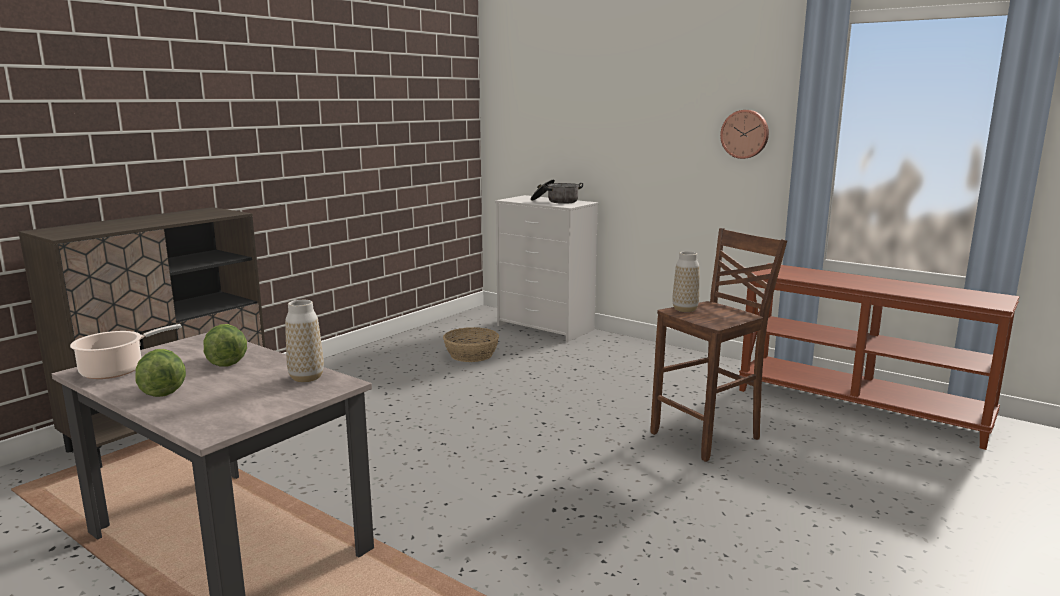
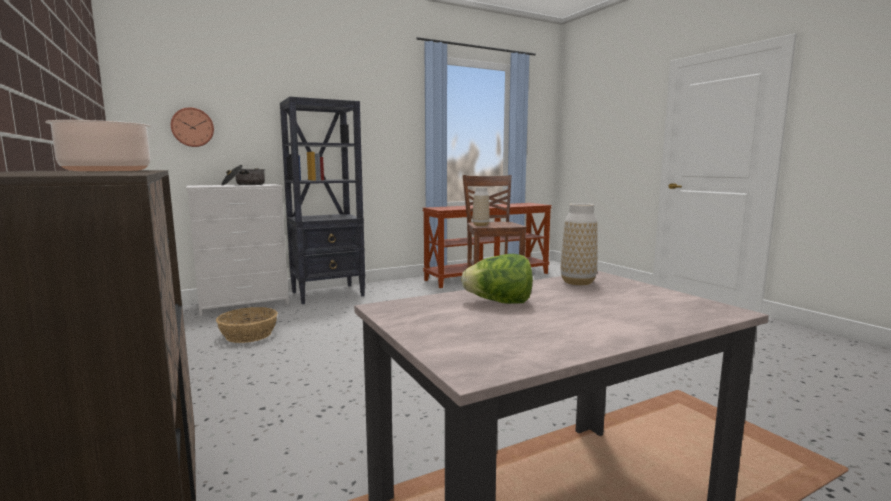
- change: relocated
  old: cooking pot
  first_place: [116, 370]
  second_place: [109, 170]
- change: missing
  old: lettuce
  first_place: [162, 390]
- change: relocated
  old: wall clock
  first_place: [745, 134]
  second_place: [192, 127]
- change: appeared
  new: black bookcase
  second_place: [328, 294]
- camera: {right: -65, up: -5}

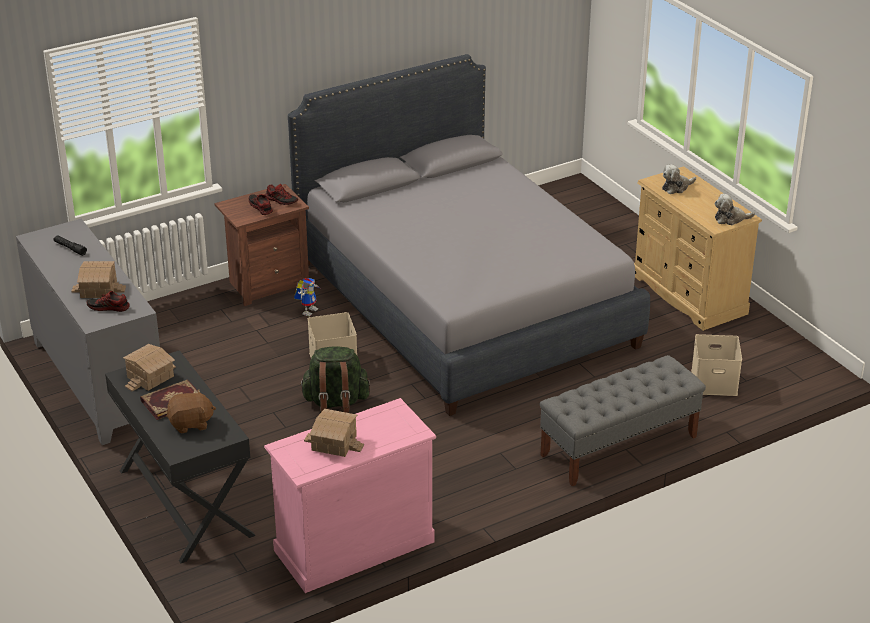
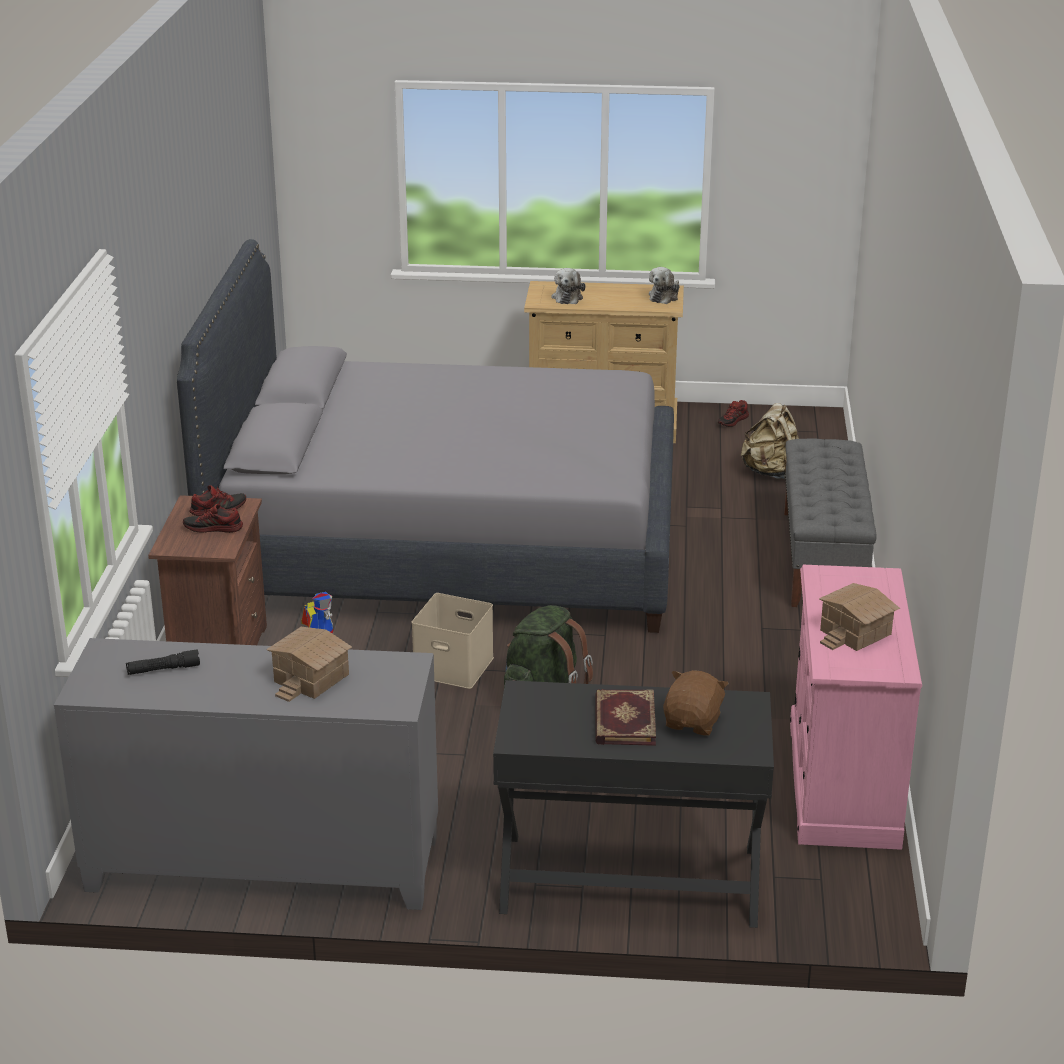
- change: relocated
  old: shoe
  first_place: [108, 308]
  second_place: [733, 421]
- change: missing
  old: toy house
  first_place: [150, 376]
- change: exchanged
  old: beige storage box
  new: beige backpack
  first_place: [713, 383]
  second_place: [770, 472]
- camera: {right: -55, up: -5}

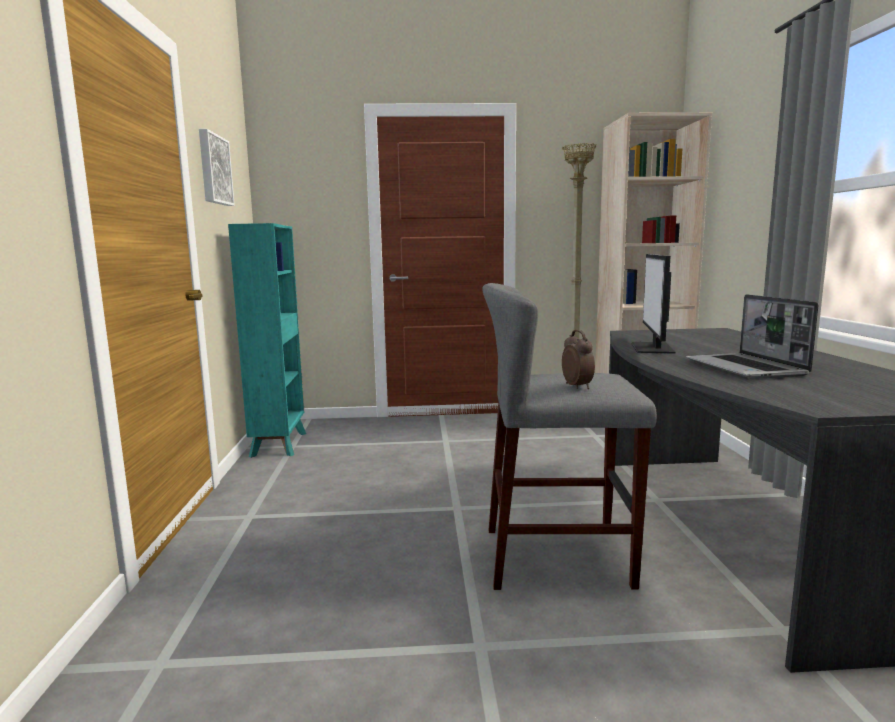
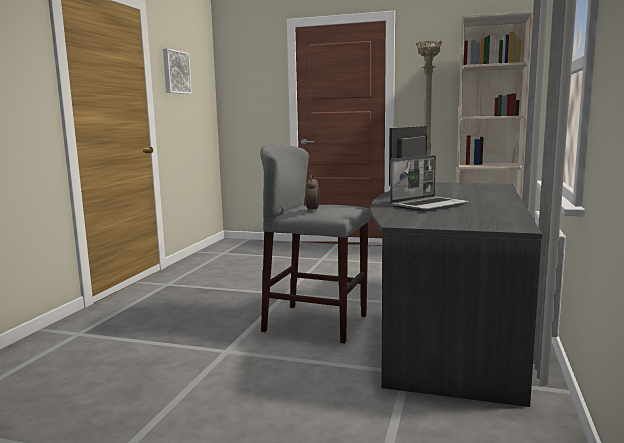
- change: missing
  old: turquoise bookcase
  first_place: [279, 444]
- change: spun
  old: laptop
  first_place: [746, 368]
  second_place: [429, 205]
  degrees: -135
- camera: {right: 20, up: 0}

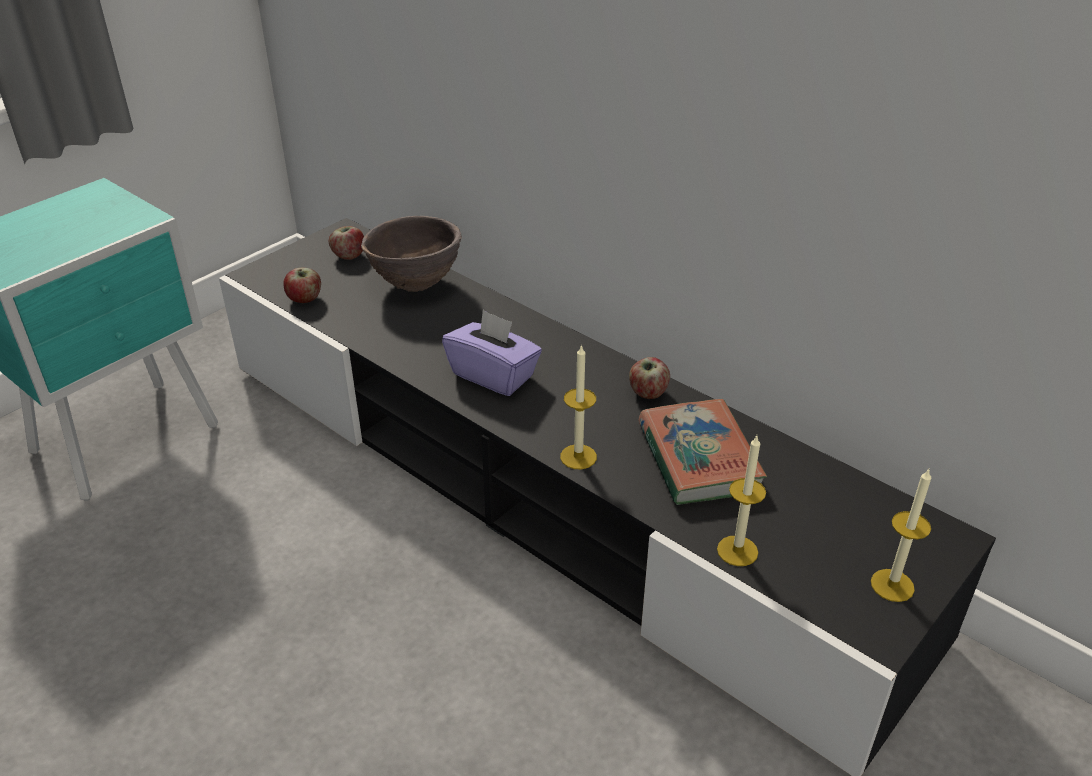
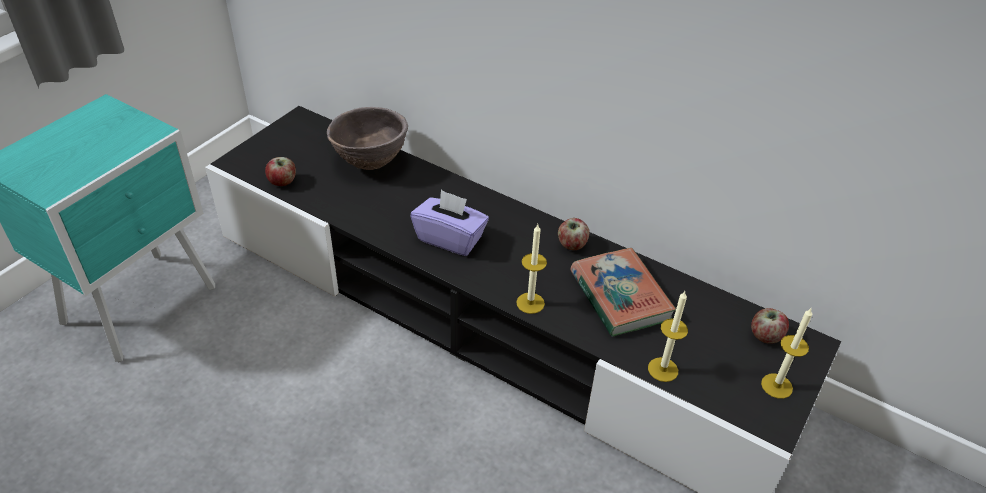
- change: relocated
  old: apple
  first_place: [349, 255]
  second_place: [765, 336]
- camera: {right: -10, up: 5}

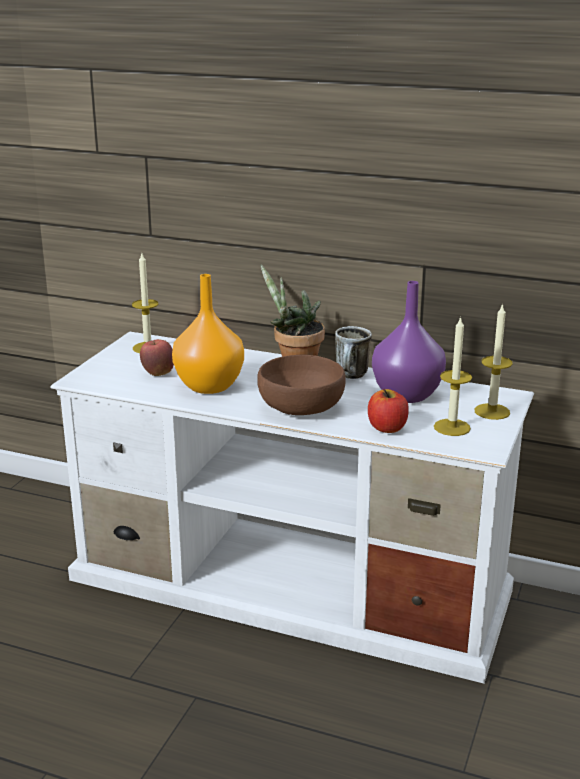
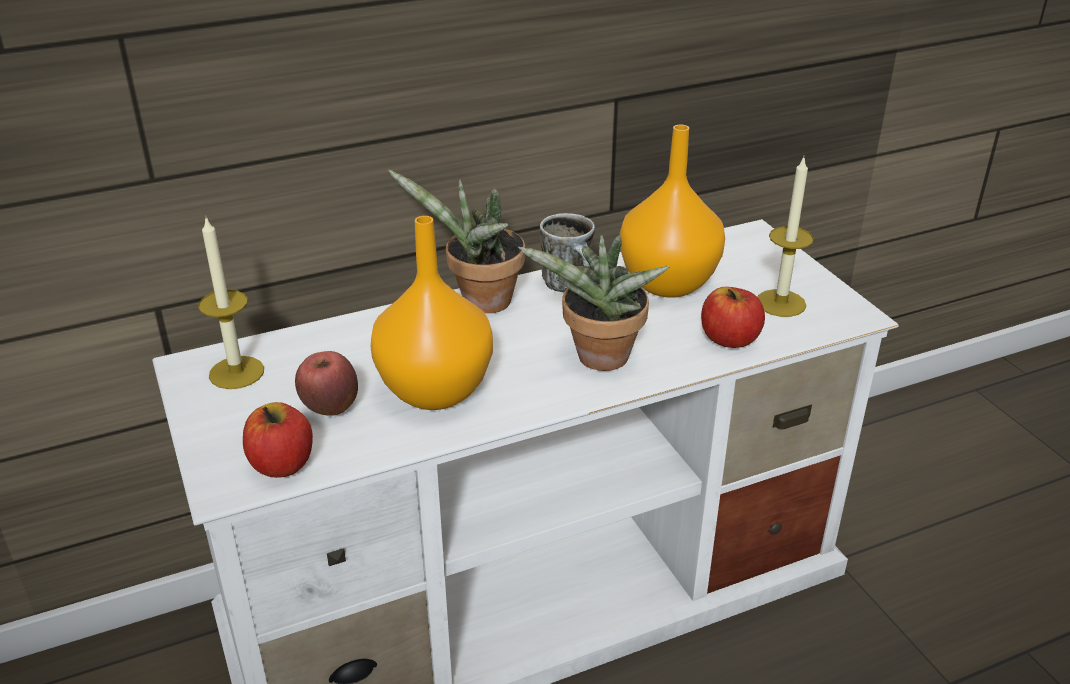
- change: exchanged
  old: brown bowl
  new: potted plant
  first_place: [302, 407]
  second_place: [599, 361]
- change: colour
  old: purple vase
  new: orange vase
  first_place: [405, 394]
  second_place: [665, 283]
- change: missing
  old: candle
  first_place: [492, 411]
- change: appeared
  new: apple
  second_place: [282, 464]
- camera: {right: -45, up: 10}

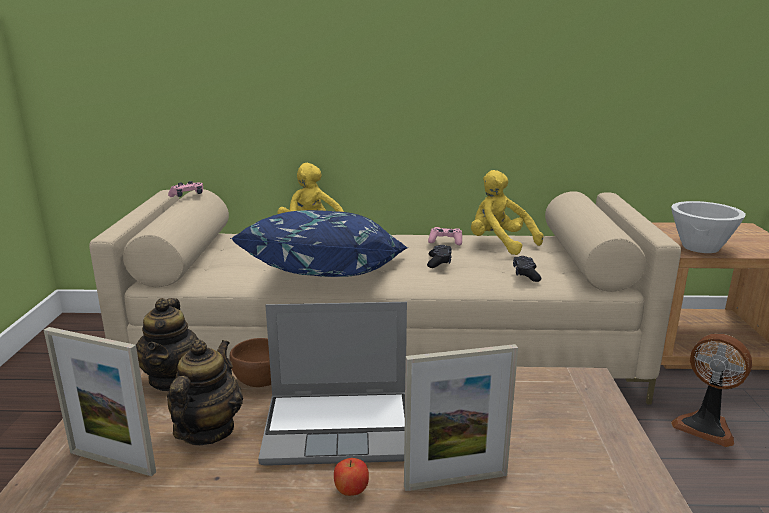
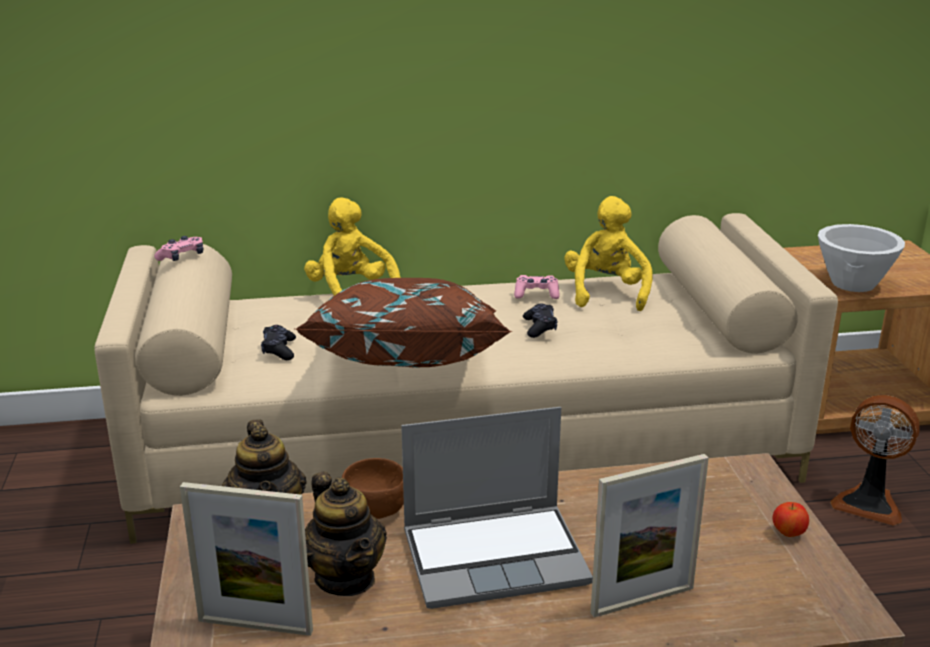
- change: spun
  old: teapot
  first_place: [207, 431]
  second_place: [346, 578]
  degrees: 150
- change: colour
  old: blue pillow
  new: brown pillow
  first_place: [330, 275]
  second_place: [407, 358]
- change: relocated
  old: apple
  first_place: [351, 491]
  second_place: [788, 533]
- change: spun
  old: yellow plush toy
  first_place: [499, 244]
  second_place: [606, 292]
  degrees: 60
- change: relocated
  old: black game controller
  first_place: [526, 274]
  second_place: [279, 350]
- camera: {right: -10, up: 5}

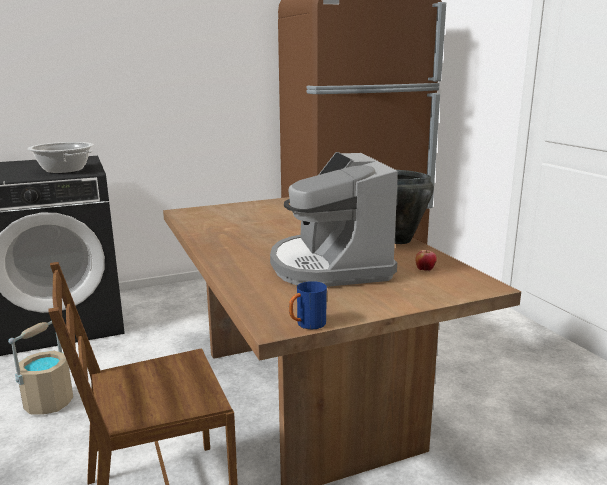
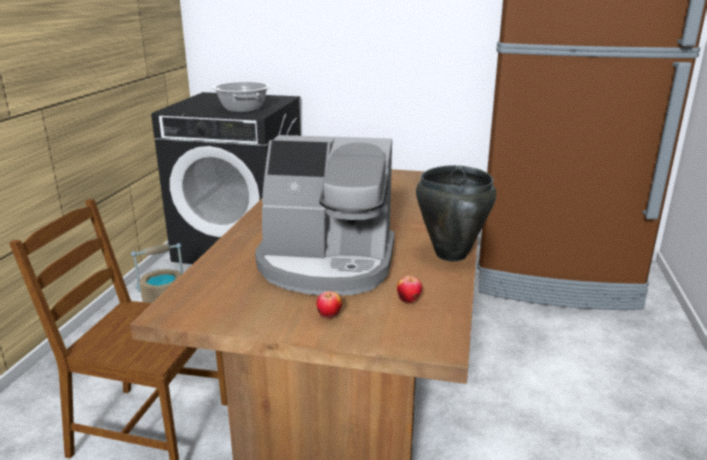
- change: spun
  old: coffee machine
  first_place: [330, 265]
  second_place: [327, 264]
  degrees: -105
- change: missing
  old: blue mug
  first_place: [306, 325]
- change: appeared
  new: apple
  second_place: [329, 317]
- camera: {right: 35, up: 5}

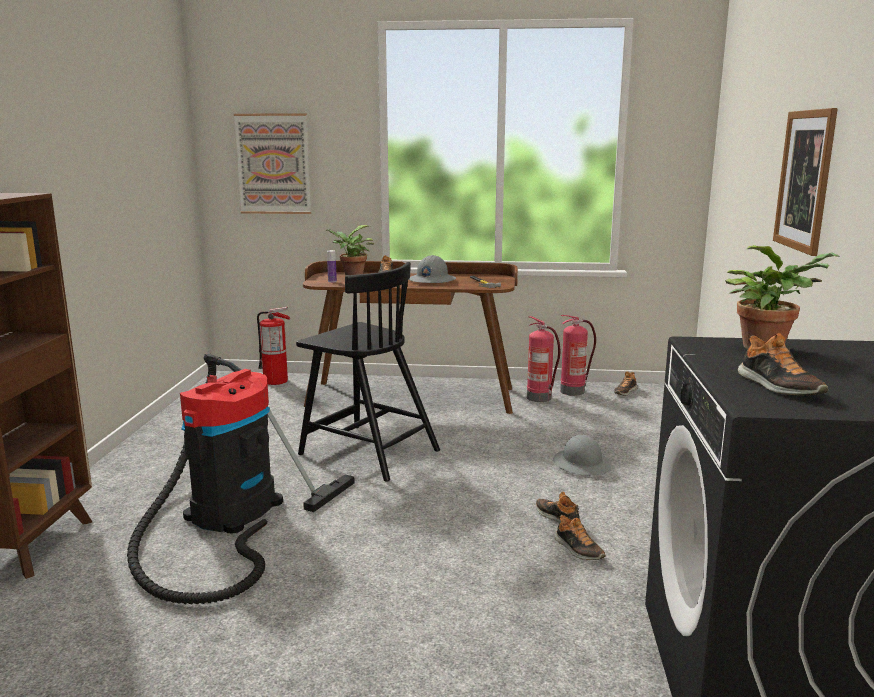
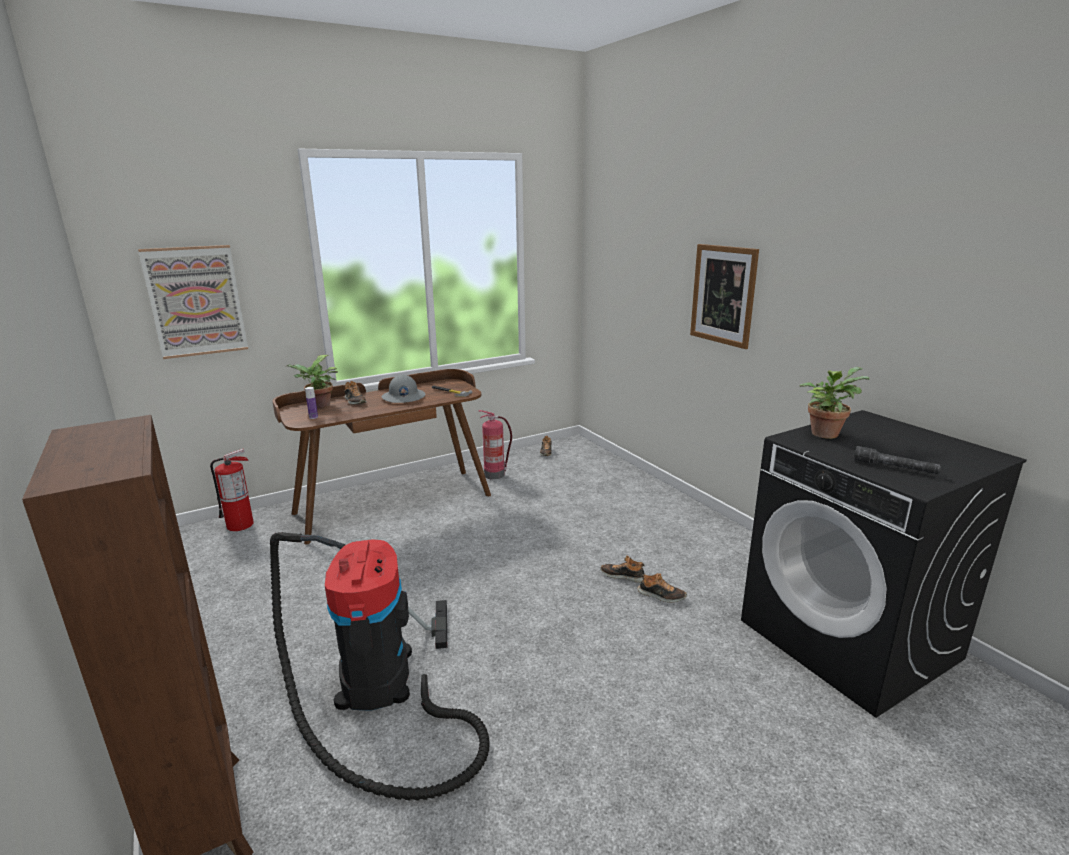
- change: missing
  old: black chair
  first_place: [367, 451]
- change: missing
  old: grey hard hat
  first_place: [582, 464]
- change: missing
  old: fire extinguisher
  first_place: [573, 391]
- change: exchanged
  old: shoe
  new: grey flashlight
  first_place: [777, 386]
  second_place: [895, 467]
- camera: {right: -35, up: 5}

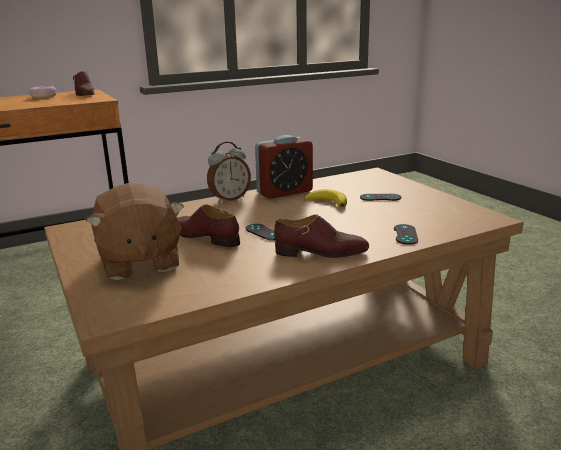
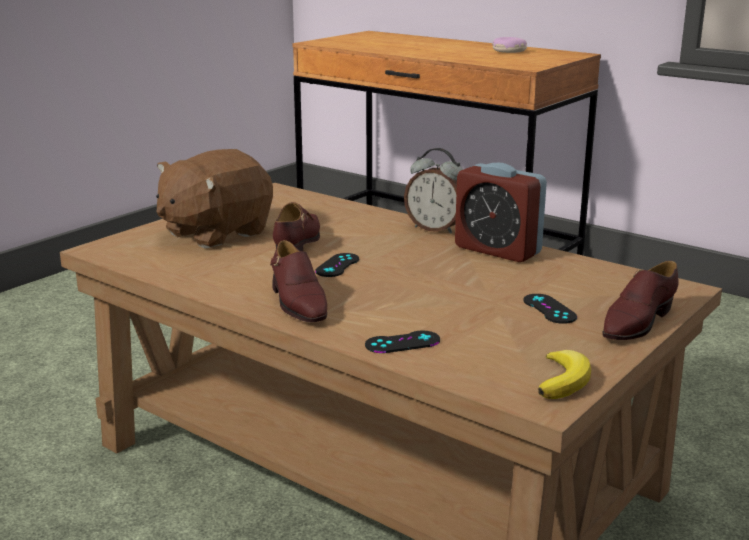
- change: relocated
  old: brown shoe
  first_place: [84, 94]
  second_place: [636, 322]
- change: relocated
  old: banana
  first_place: [327, 202]
  second_place: [563, 380]
- camera: {right: 65, up: 0}

